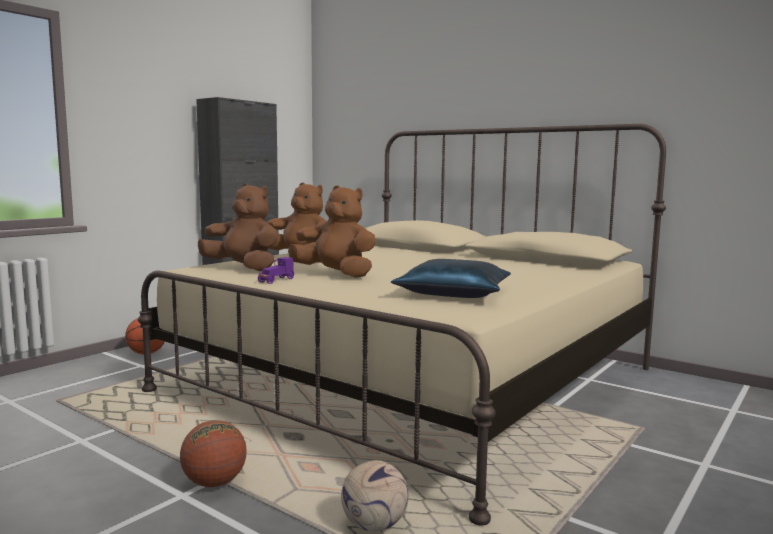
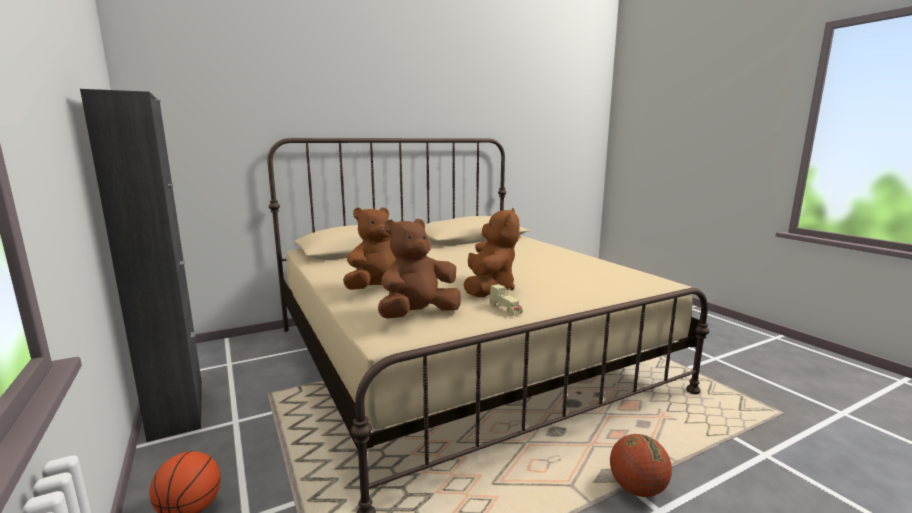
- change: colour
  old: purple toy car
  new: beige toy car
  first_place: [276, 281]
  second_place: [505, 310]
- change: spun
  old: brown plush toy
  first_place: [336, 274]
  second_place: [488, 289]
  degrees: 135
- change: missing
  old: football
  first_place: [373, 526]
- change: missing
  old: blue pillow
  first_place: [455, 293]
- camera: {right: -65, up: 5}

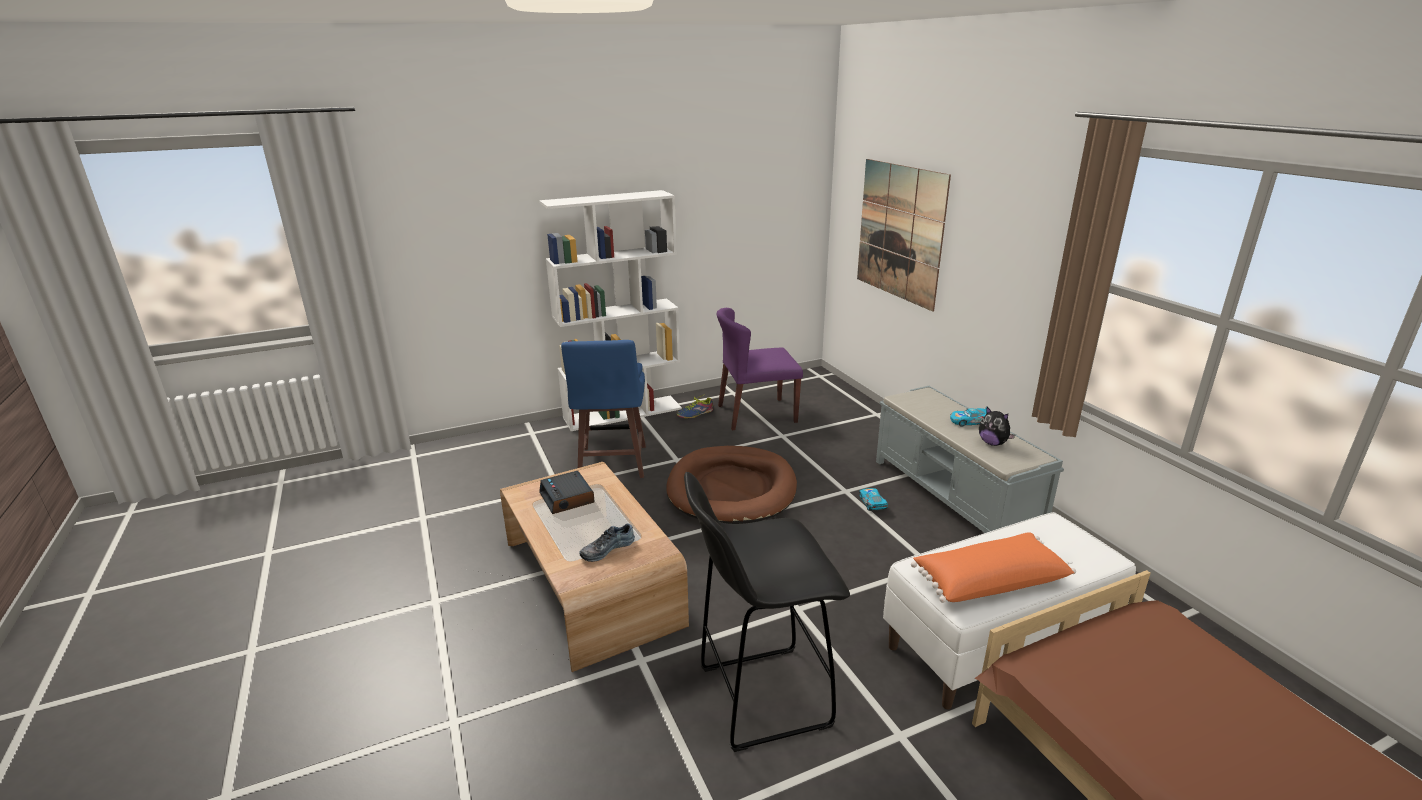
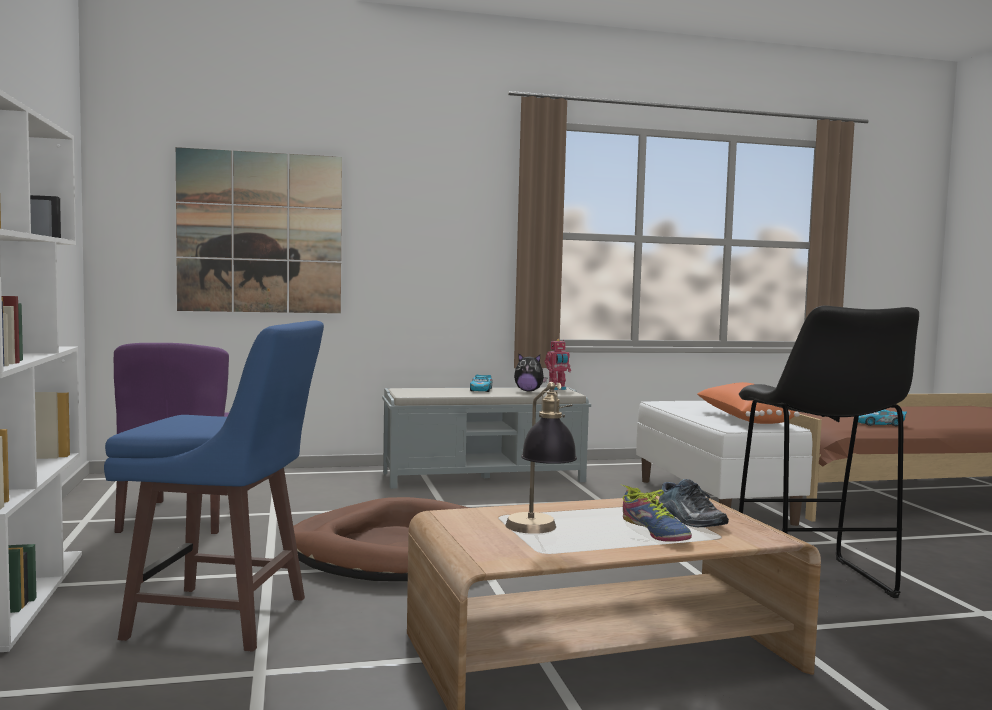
- change: exchanged
  old: alarm clock
  new: table lamp
  first_place: [567, 498]
  second_place: [538, 532]
- change: relocated
  old: shoe
  first_place: [695, 414]
  second_place: [655, 531]
- change: relocated
  old: toy car
  first_place: [872, 503]
  second_place: [879, 424]
- change: spun
  old: plush toy
  first_place: [993, 443]
  second_place: [528, 391]
  degrees: 45
- change: appeared
  new: toy robot
  second_place: [557, 389]
- camera: {right: -80, up: -20}

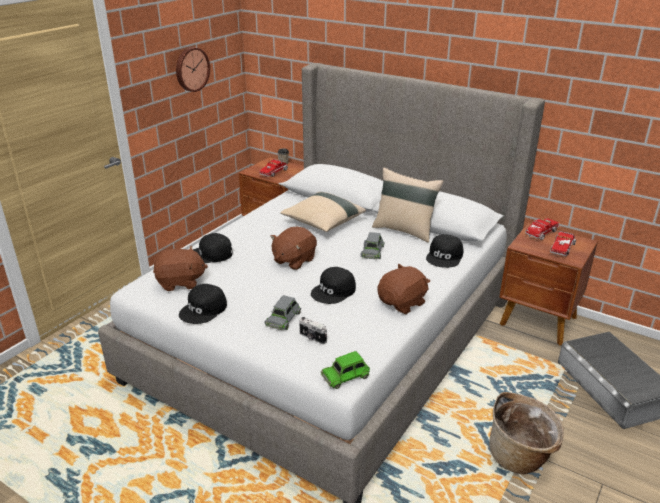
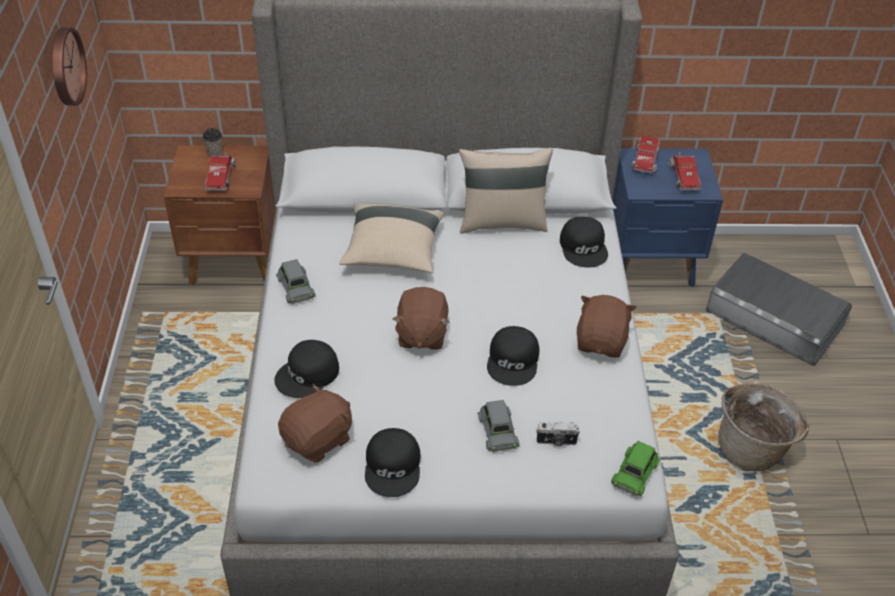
- change: relocated
  old: grey toy car
  first_place: [372, 251]
  second_place: [295, 287]
- change: colour
  old: brown nightstand
  new: blue nightstand
  first_place: [538, 322]
  second_place: [651, 263]
- camera: {right: -35, up: 15}

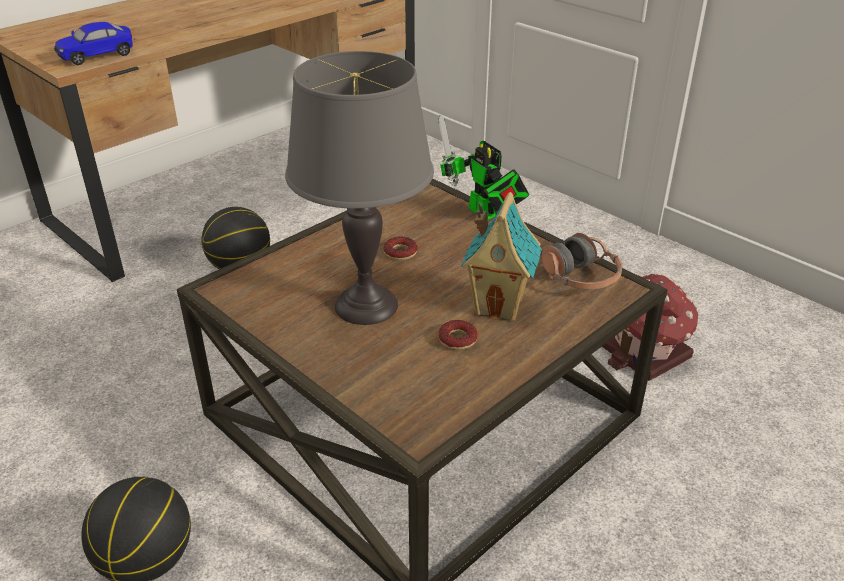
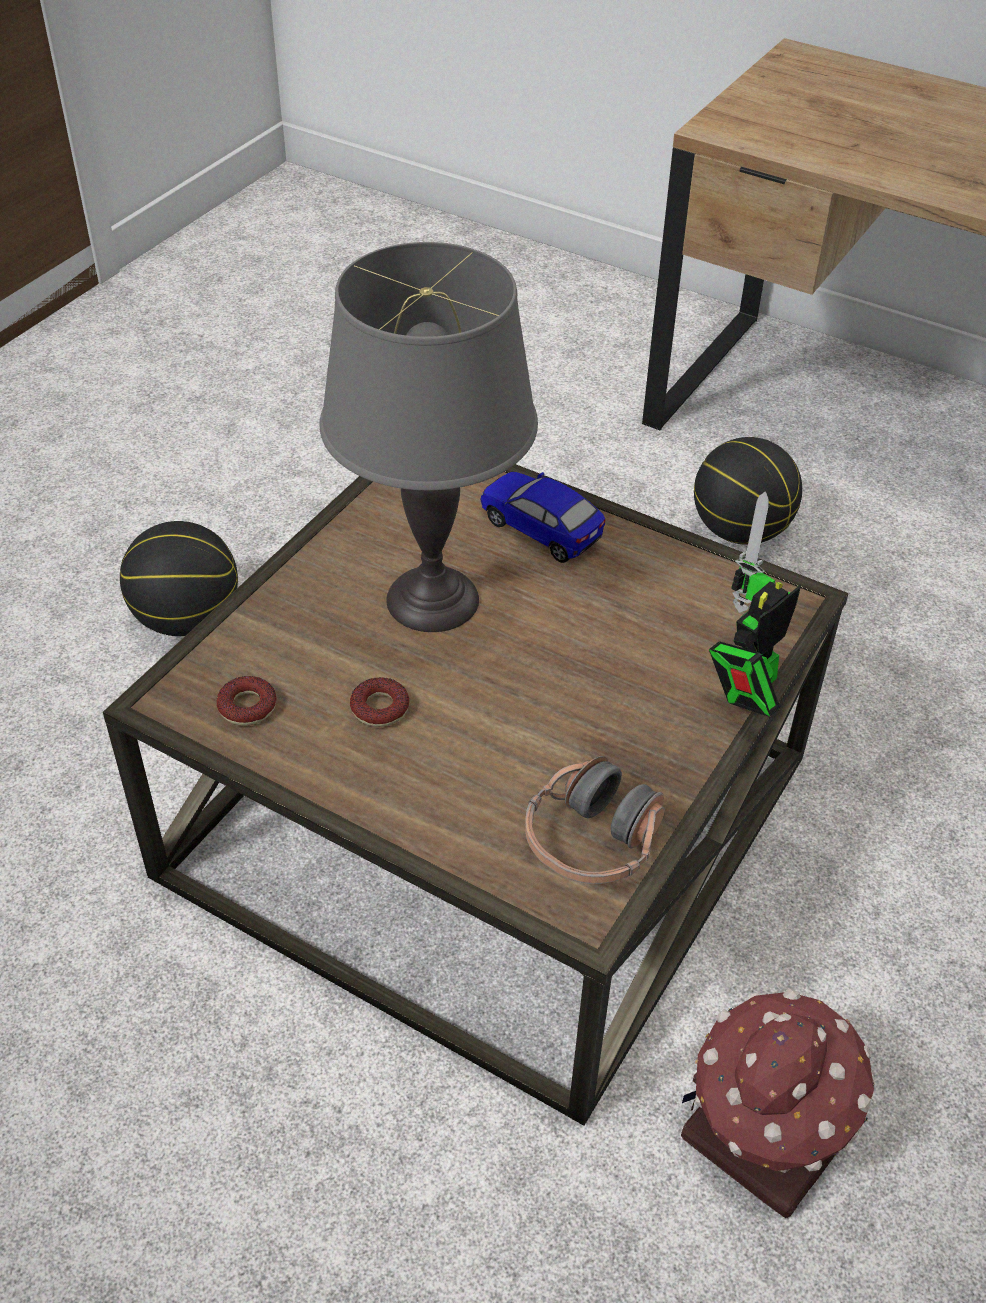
- change: relocated
  old: toy car
  first_place: [97, 56]
  second_place: [541, 530]
- change: relocated
  old: donut
  first_place: [400, 252]
  second_place: [247, 706]
- change: missing
  old: toy house
  first_place: [499, 306]
- camera: {right: 75, up: 10}

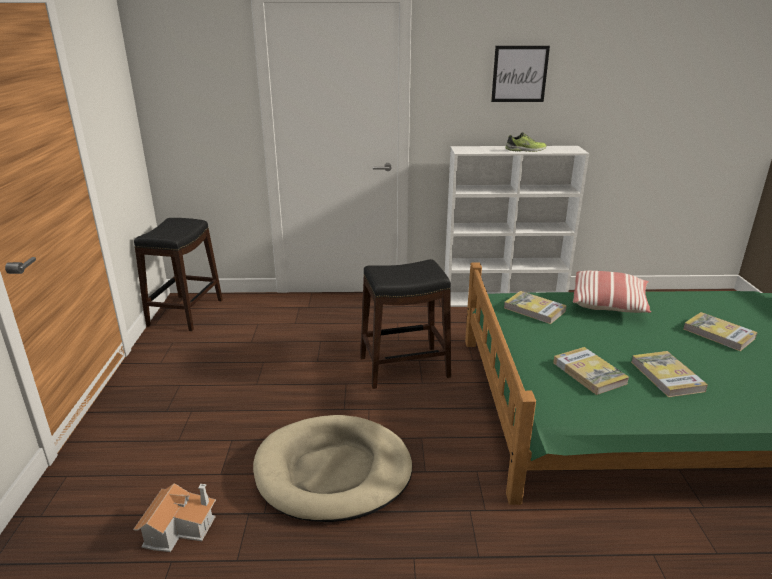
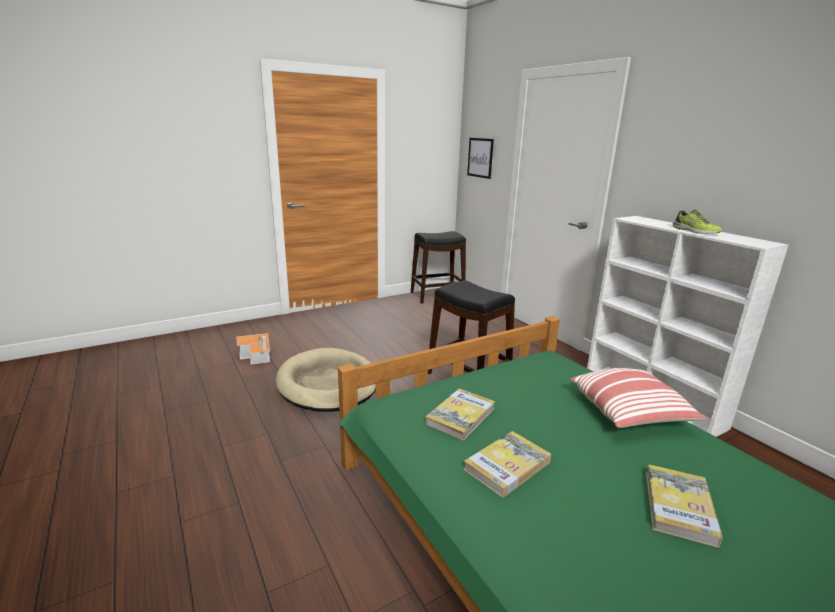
- change: relocated
  old: picture
  first_place: [519, 74]
  second_place: [480, 157]
- change: missing
  old: book
  first_place: [534, 309]
- camera: {right: 60, up: -5}

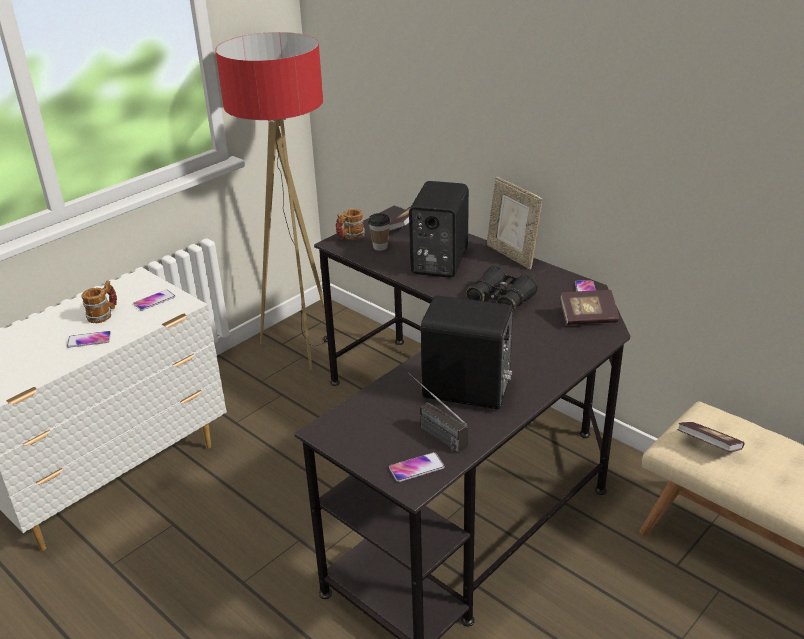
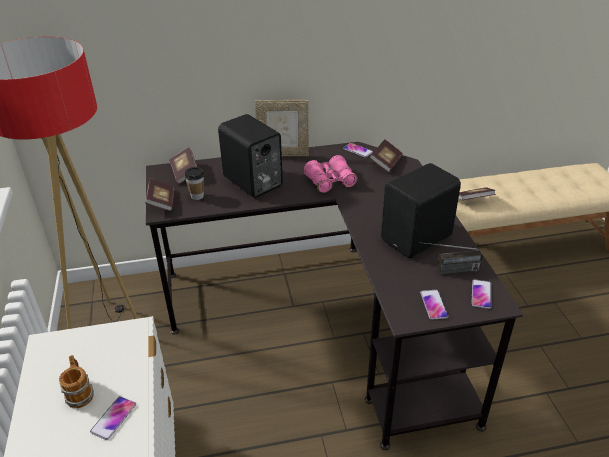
- change: relocated
  old: phone
  first_place: [154, 300]
  second_place: [433, 305]
- change: exchanged
  old: mug
  new: book
  first_place: [350, 236]
  second_place: [161, 202]
- change: colour
  old: black binoculars
  new: pink binoculars
  first_place: [501, 300]
  second_place: [330, 181]
- camera: {right: -55, up: 5}

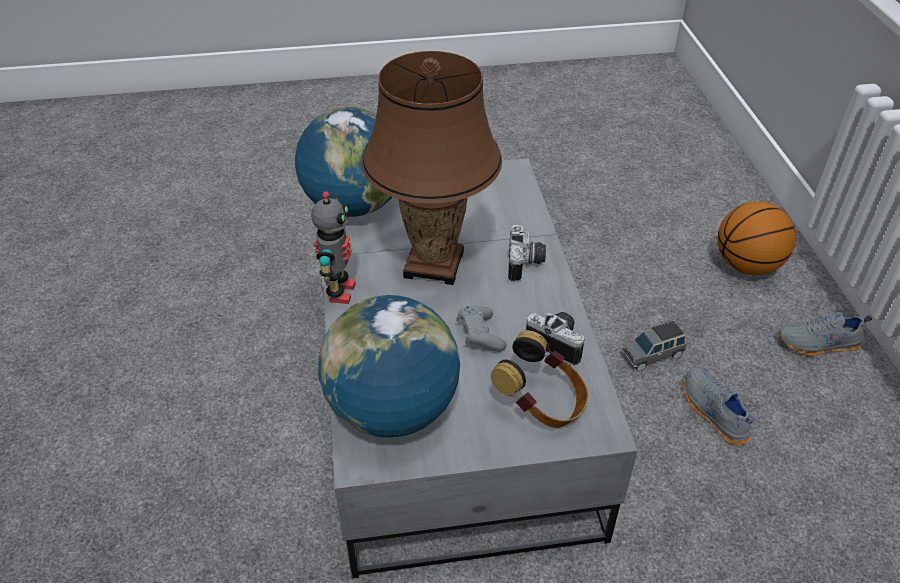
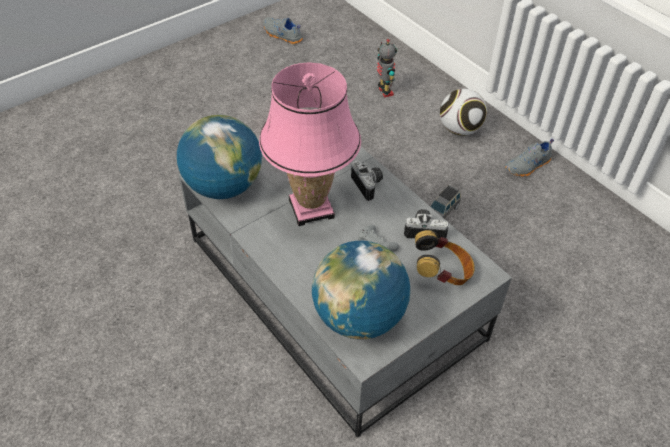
- change: relocated
  old: toy robot
  first_place: [339, 292]
  second_place: [384, 92]
- change: colour
  old: brown table lamp
  new: pink table lamp
  first_place: [434, 264]
  second_place: [311, 208]
- change: relocated
  old: grey shoe
  first_place: [713, 412]
  second_place: [282, 35]
- change: exchanged
  old: basketball
  new: football
  first_place: [747, 265]
  second_place: [460, 129]
- camera: {right: -30, up: 5}

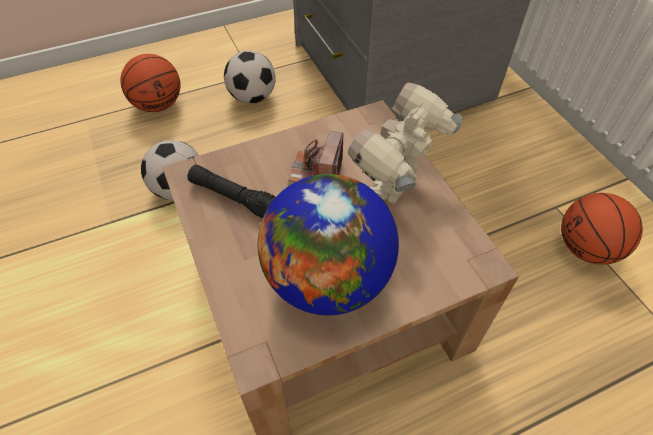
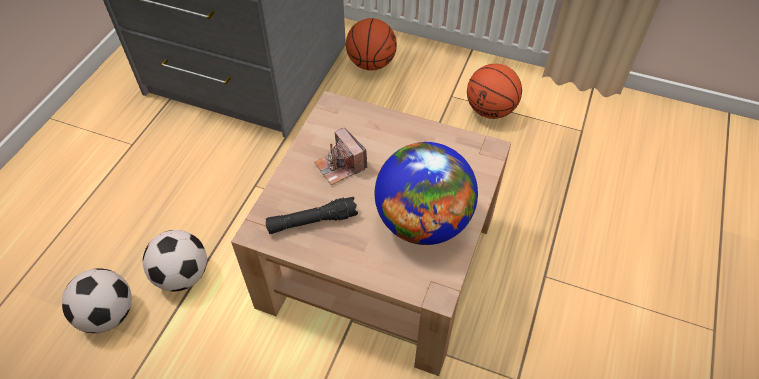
- change: relocated
  old: basketball
  first_place: [158, 105]
  second_place: [371, 63]
- change: relocated
  old: football
  first_place: [252, 97]
  second_place: [108, 314]
- change: missing
  old: toy robot
  first_place: [396, 185]
- camera: {right: -45, up: 0}

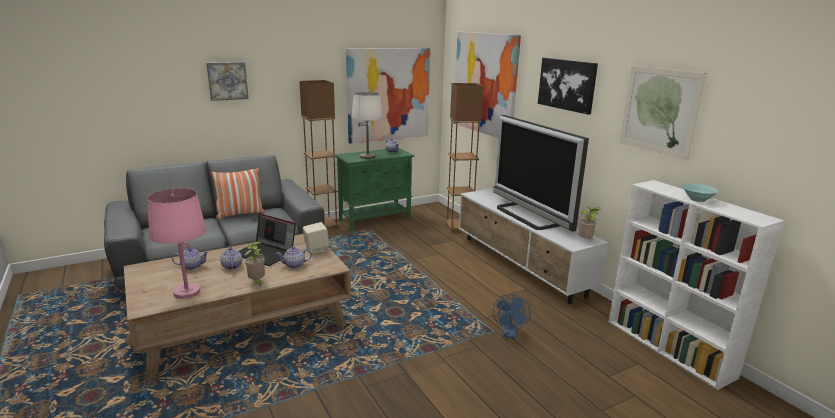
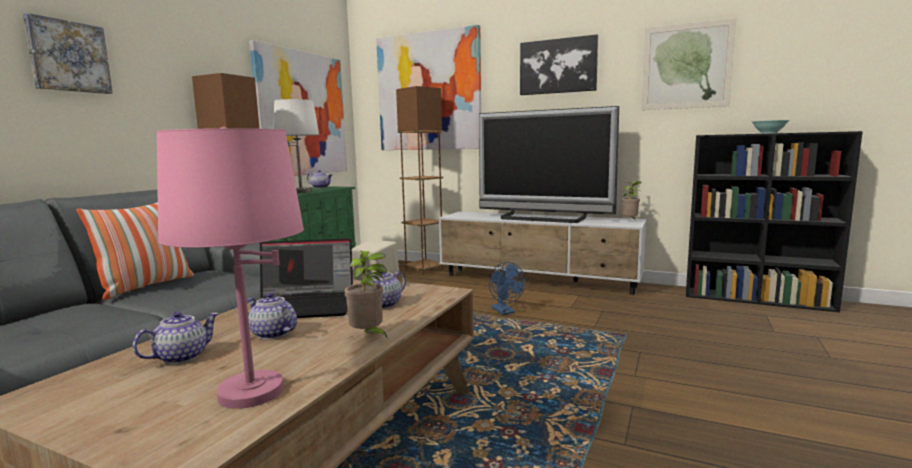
- change: relocated
  old: blue fan
  first_place: [509, 334]
  second_place: [505, 312]
- change: colour
  old: white bookcase
  new: black bookcase
  first_place: [669, 348]
  second_place: [758, 299]
- camera: {right: -35, up: -10}

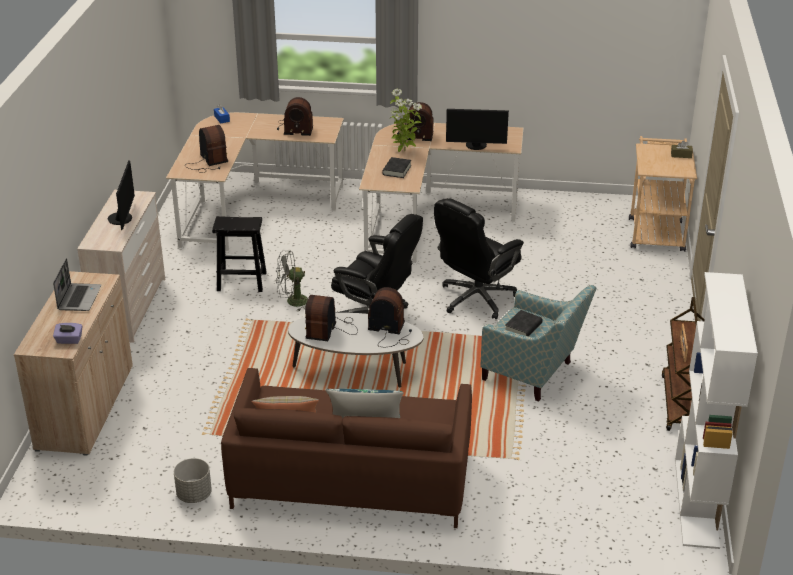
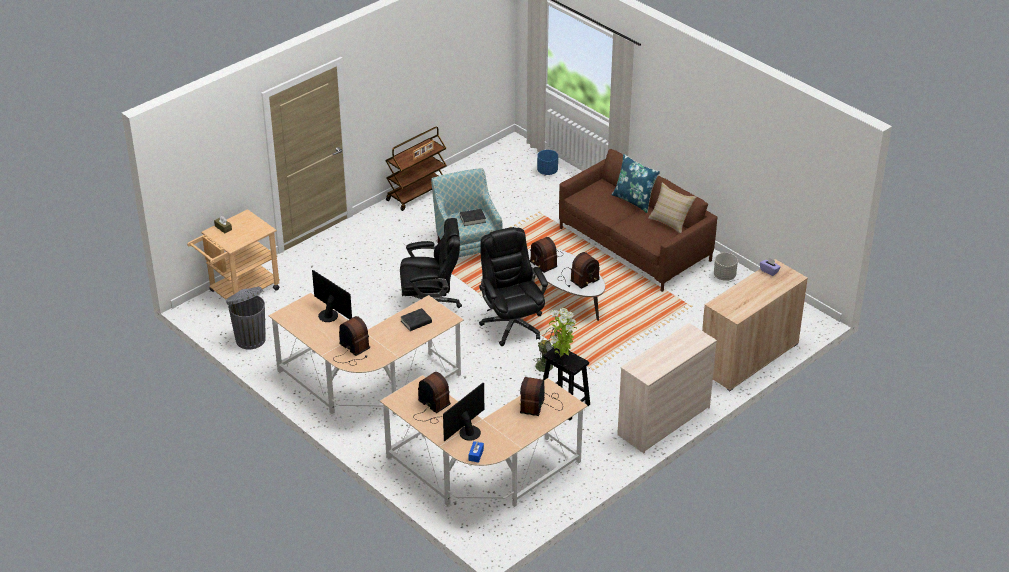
- change: missing
  old: laptop
  first_place: [79, 298]
- change: relocated
  old: monitor
  first_place: [123, 218]
  second_place: [467, 432]
- change: relocated
  old: potted plant
  first_place: [404, 152]
  second_place: [561, 357]
- change: missing
  old: white bookcase
  first_place: [697, 503]
- change: appeared
  new: grey trash can
  second_place: [250, 339]
- change: appeared
  new: blue planter
  second_place: [547, 171]
- camera: {right: -140, up: 5}

